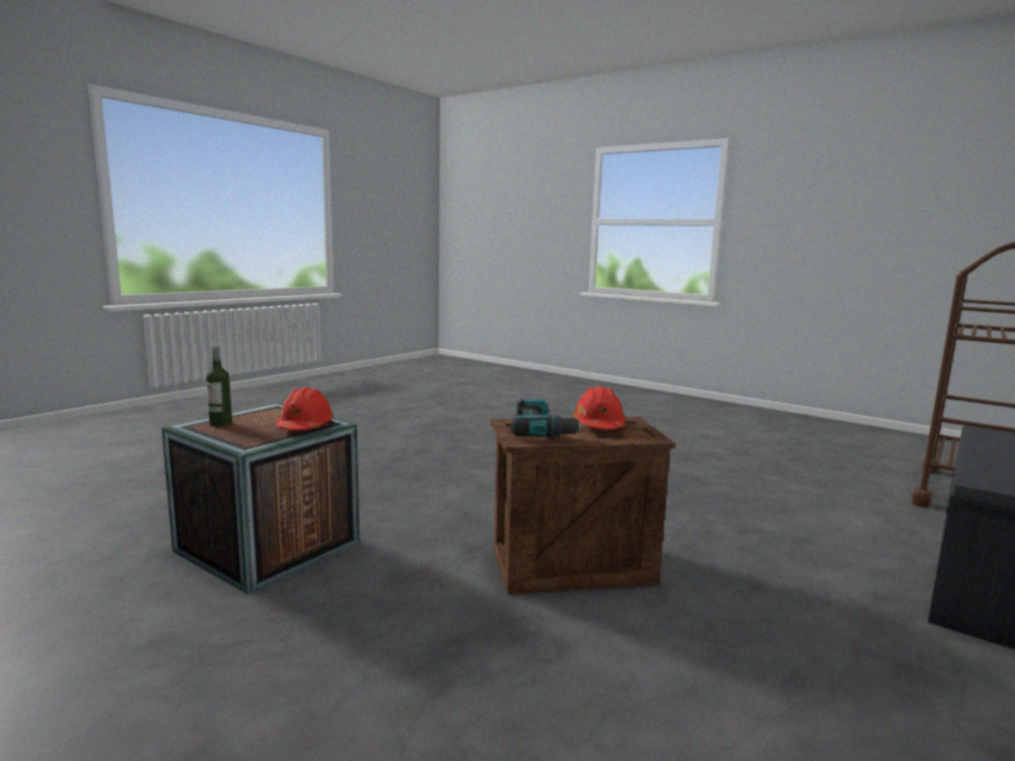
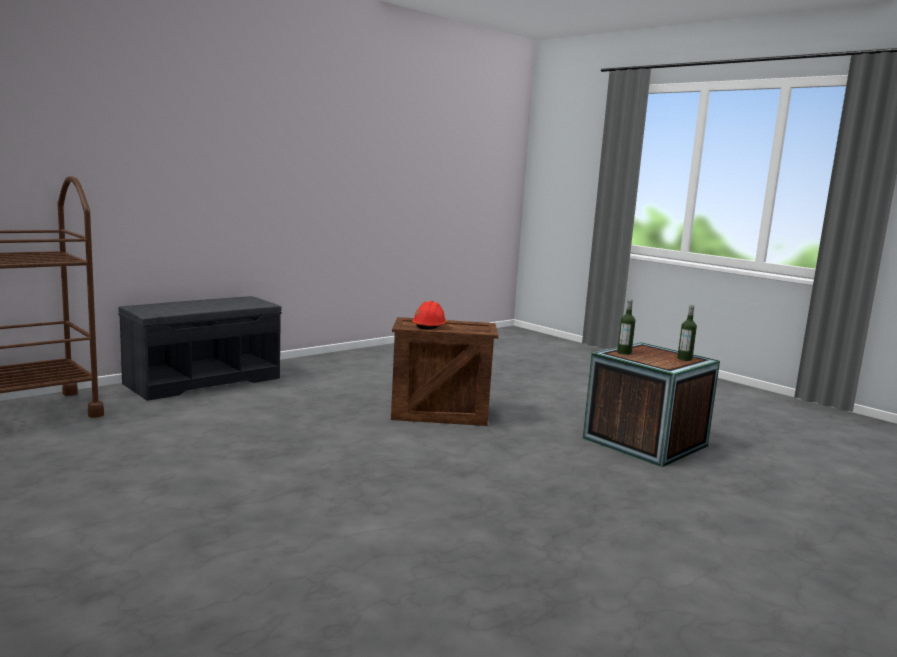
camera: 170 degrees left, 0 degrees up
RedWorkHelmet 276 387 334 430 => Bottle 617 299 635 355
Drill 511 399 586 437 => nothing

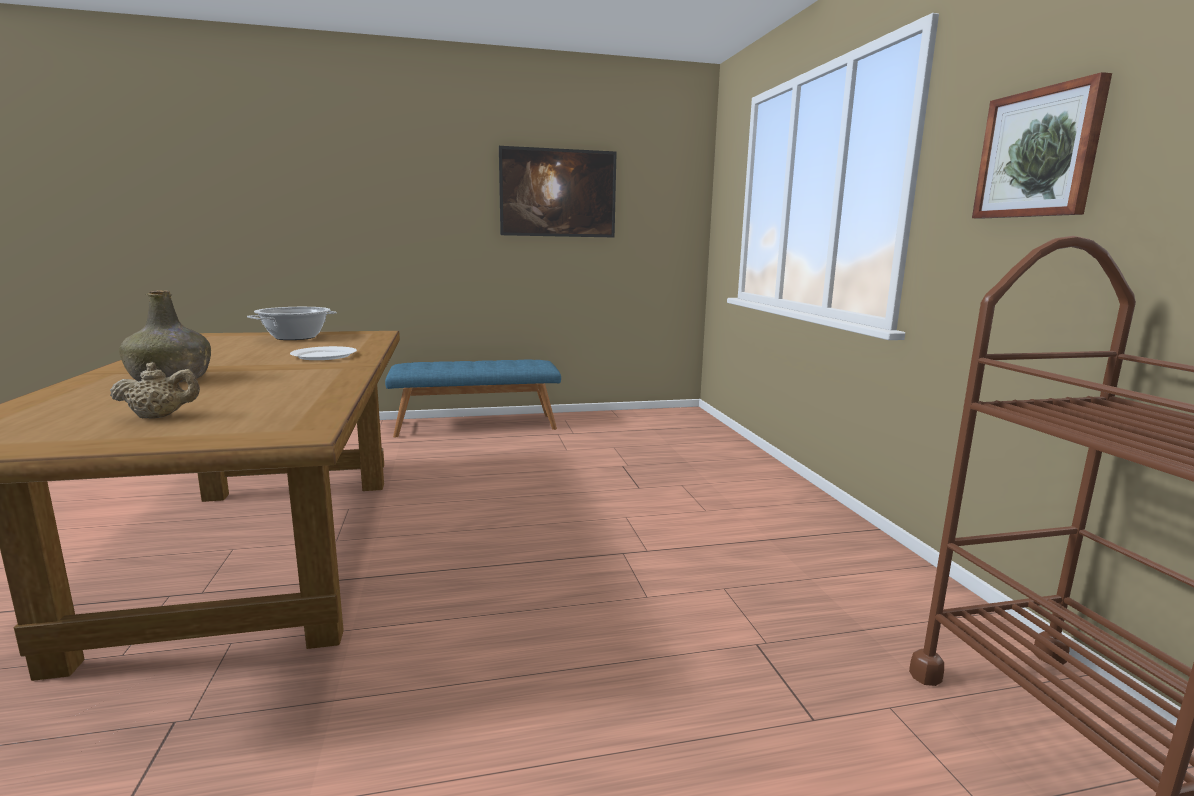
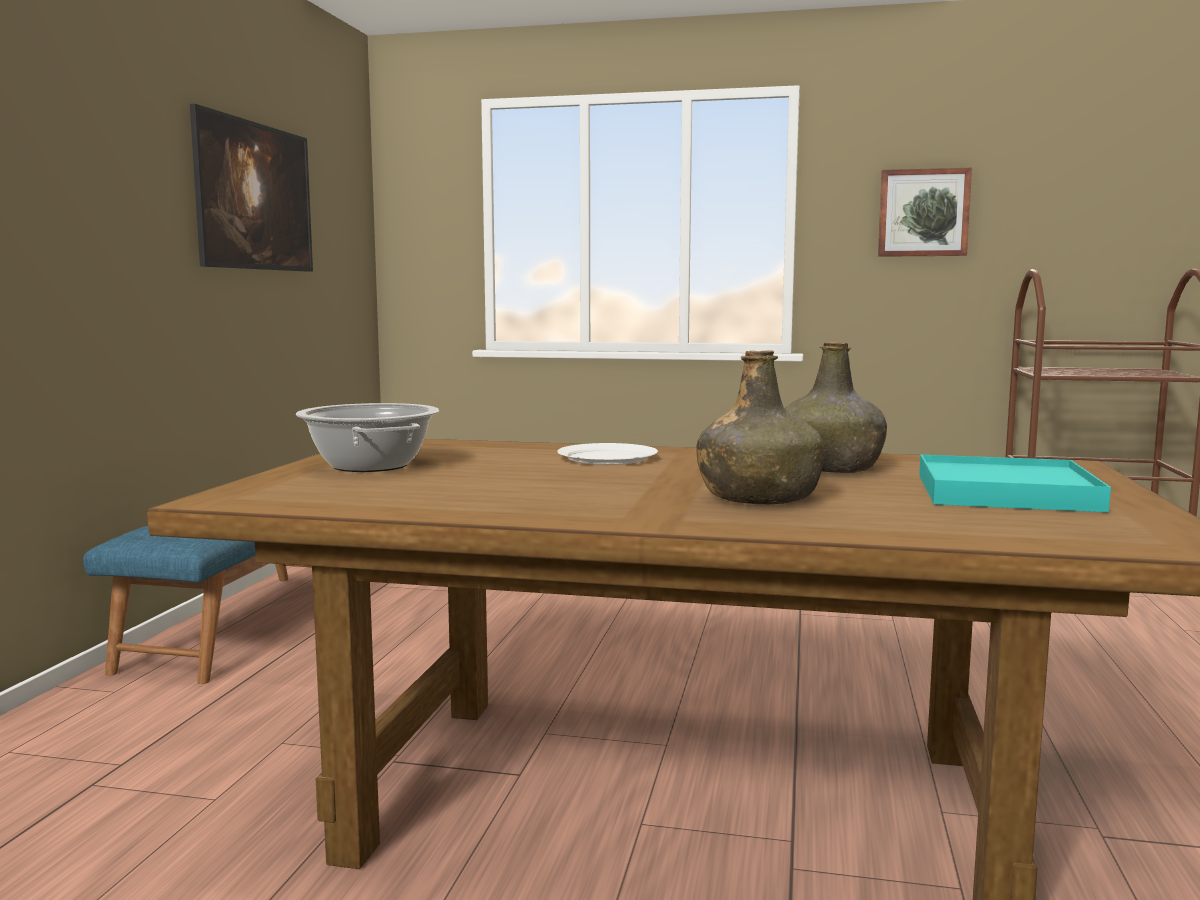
camera: 65 degrees left, 5 degrees down
nothing => GreenishBottle 785 342 887 473
SandColouredTeaPot 110 362 200 419 => TurquoiseCarryingTray 919 455 1111 512

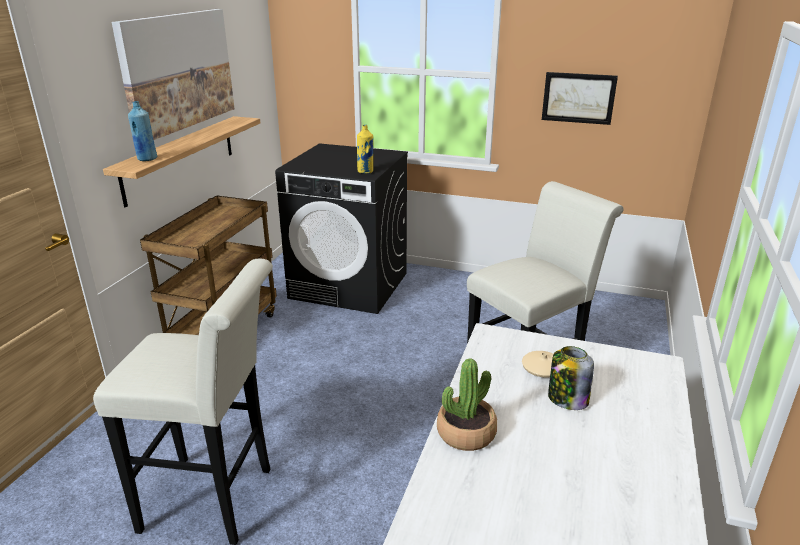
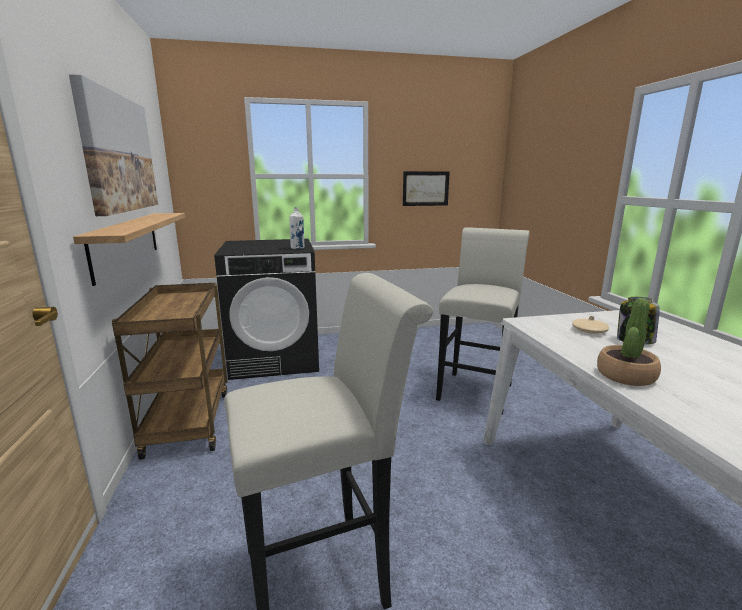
camera: 30 degrees left, 10 degrees down
YellowishBottle 357 125 373 173 => WhitishBottle 289 207 304 249
BlueColouredBottle 128 101 157 161 => nothing

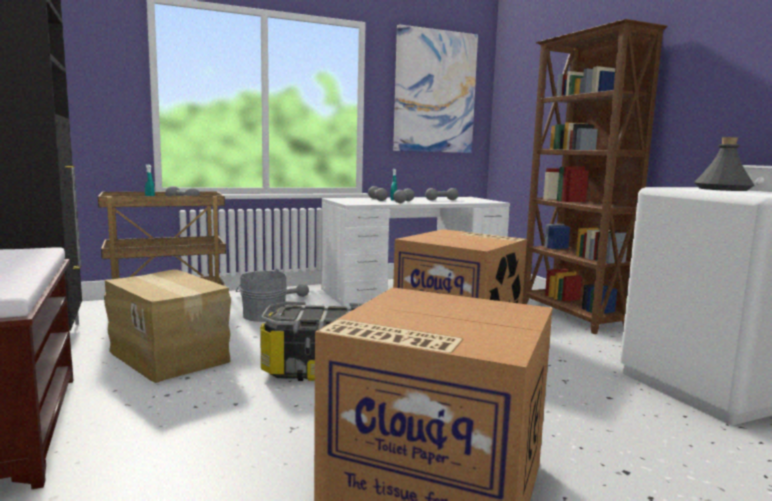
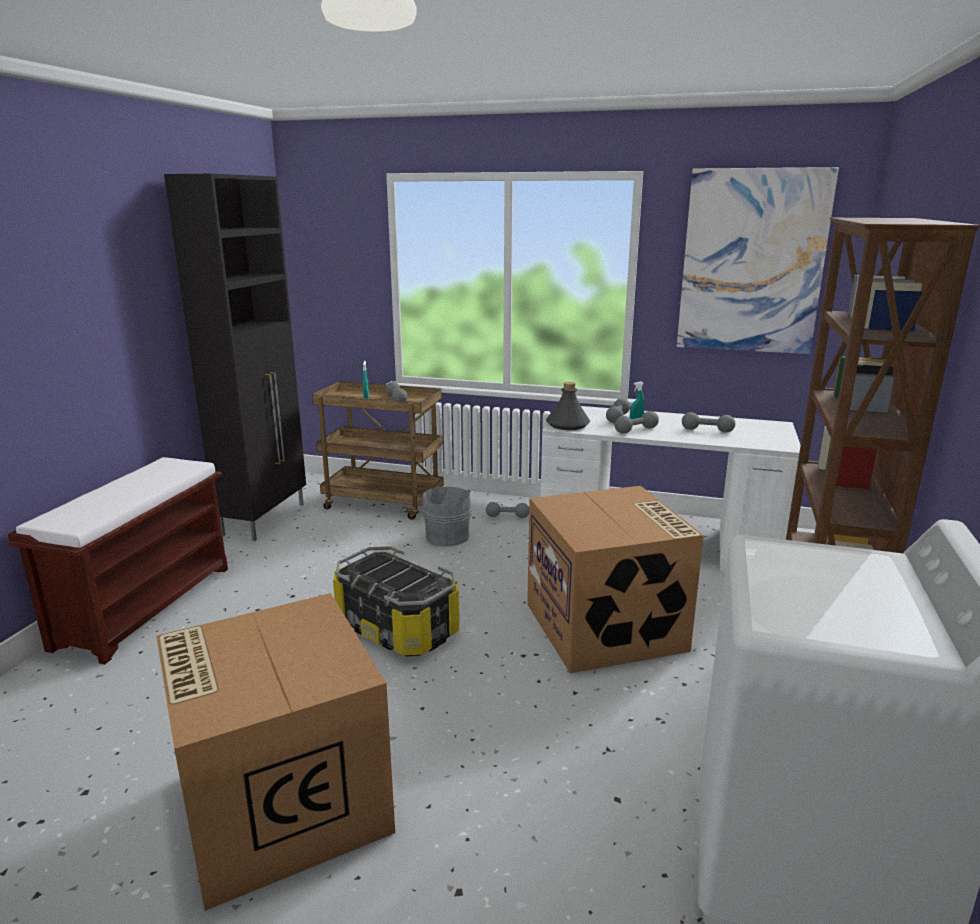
camera: 40 degrees right, 10 degrees up
GreyishBottle 694 137 754 191 => GreyishBottle 546 382 590 430, move
PackingBox 105 270 231 383 => nothing

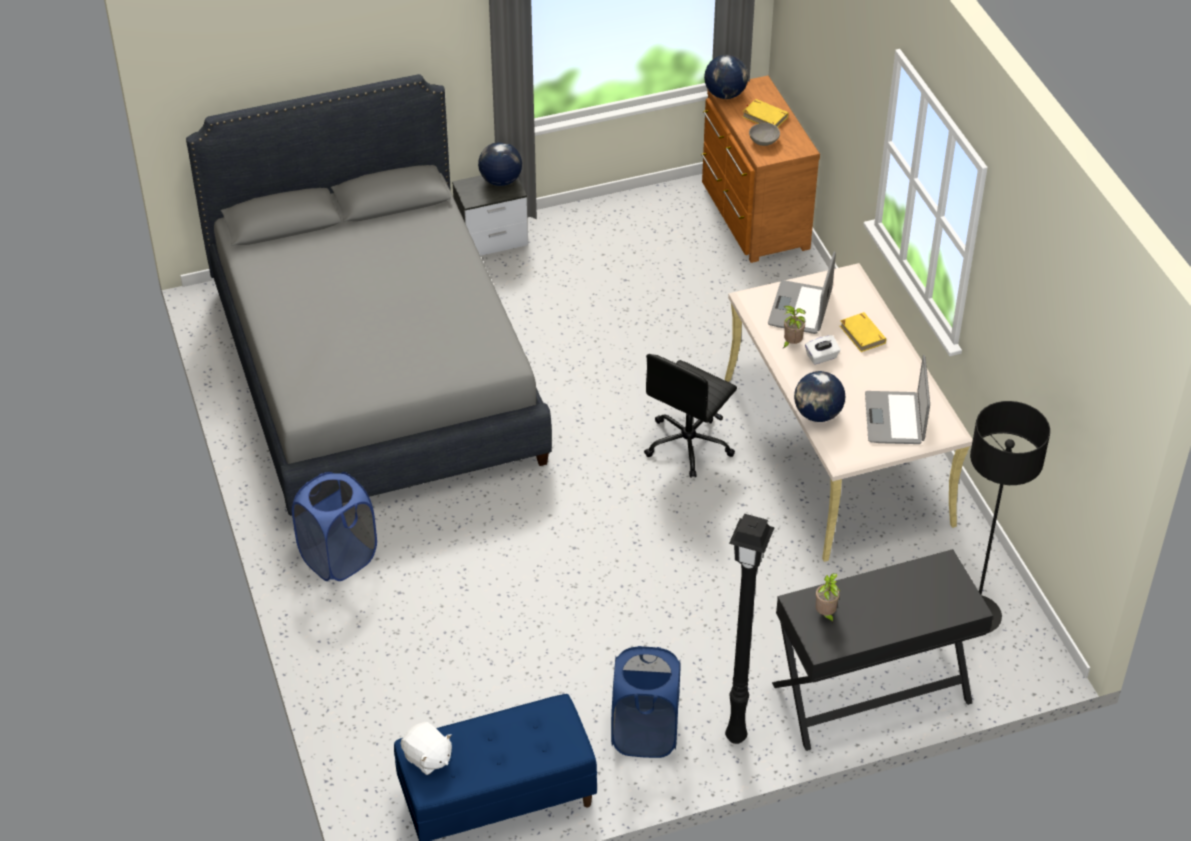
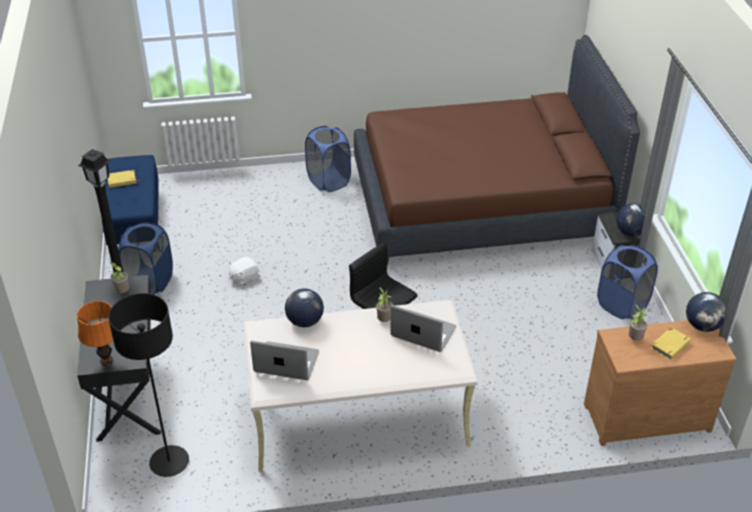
camera: 100 degrees right, 5 degrees down
nothing => OrangeLampForATable 77 301 113 366
YellowishVolume 840 312 886 352 => YellowishVolume 108 170 141 188, move
WhitishCuddlyToy 401 722 452 775 => WhitishCuddlyToy 229 257 258 286, move
GreyishBed 186 74 552 516 => BrownishBed 354 35 640 265
nothing => BlueColouredLaundryBasket 597 245 658 320
GreyishBowl 749 123 780 146 => PlantInAPot 629 305 648 341
WhitishTissueBox 805 335 841 365 => nothing

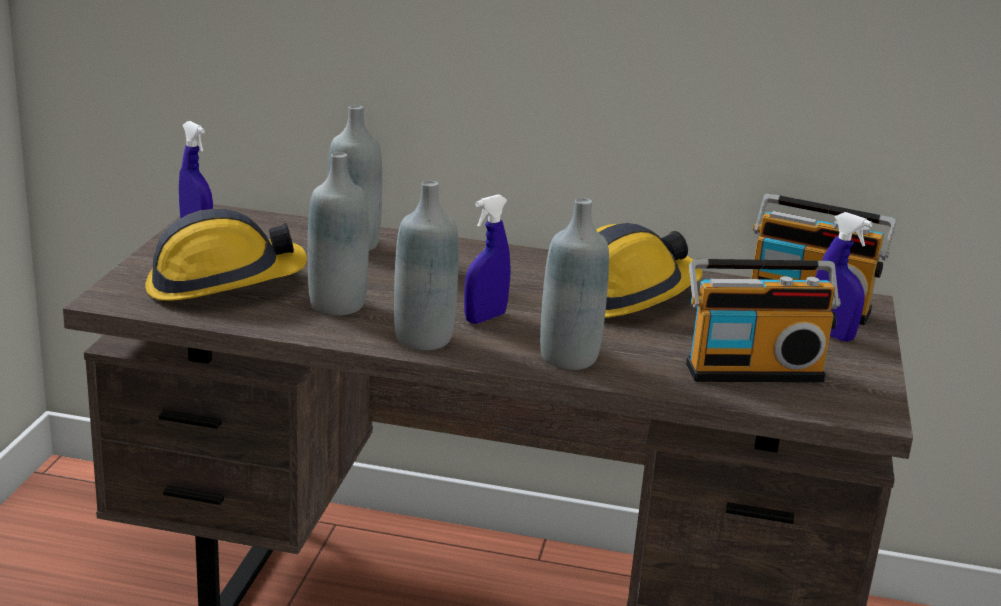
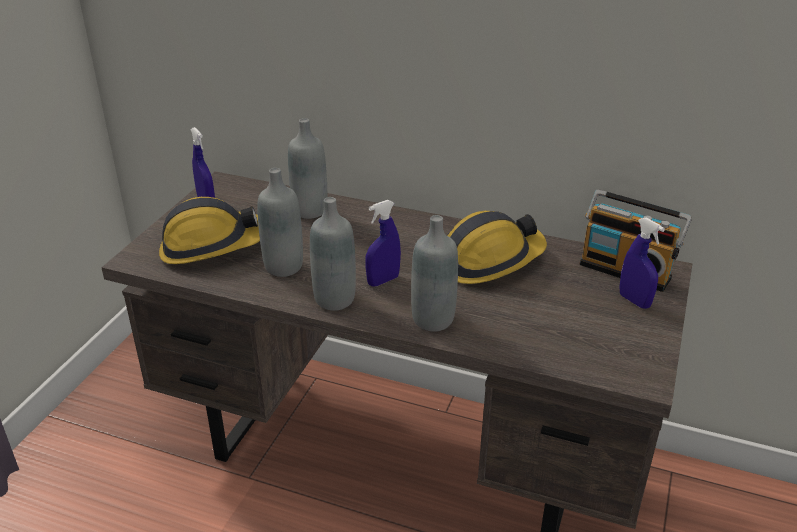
camera: 10 degrees right, 10 degrees up
RadioSet 686 259 841 382 => nothing

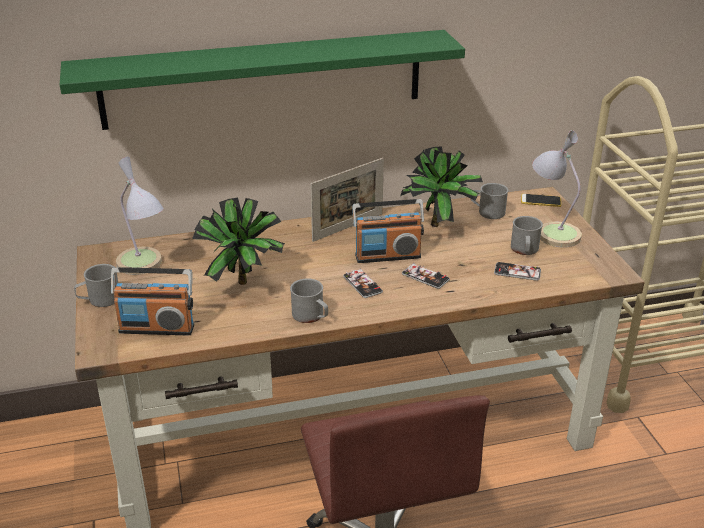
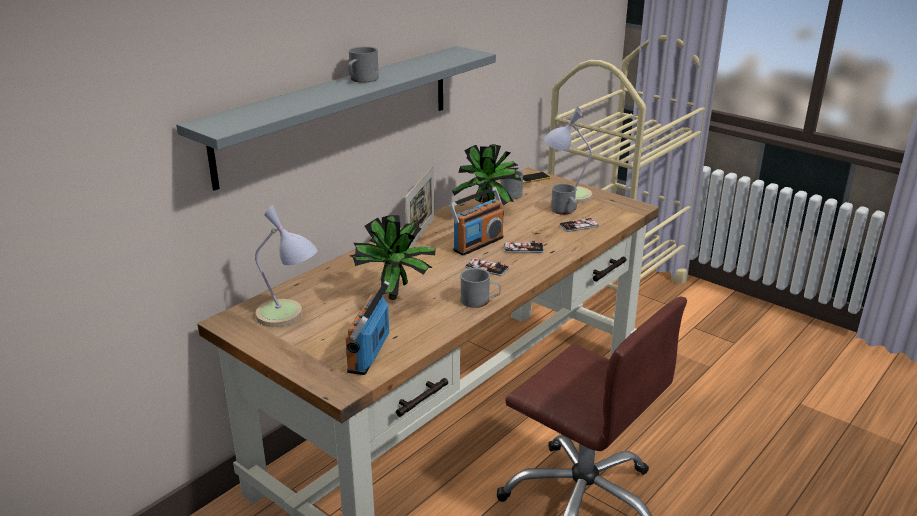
camera: 35 degrees left, 5 degrees down
GreenishBracketShelf 60 30 465 130 => GreyishBracketShelf 176 46 496 191
RadioSet 111 267 194 335 => RadioSet 346 281 390 375, 135 degrees clockwise
GreyishMug 74 264 118 307 => GreyishMug 348 46 379 83, move

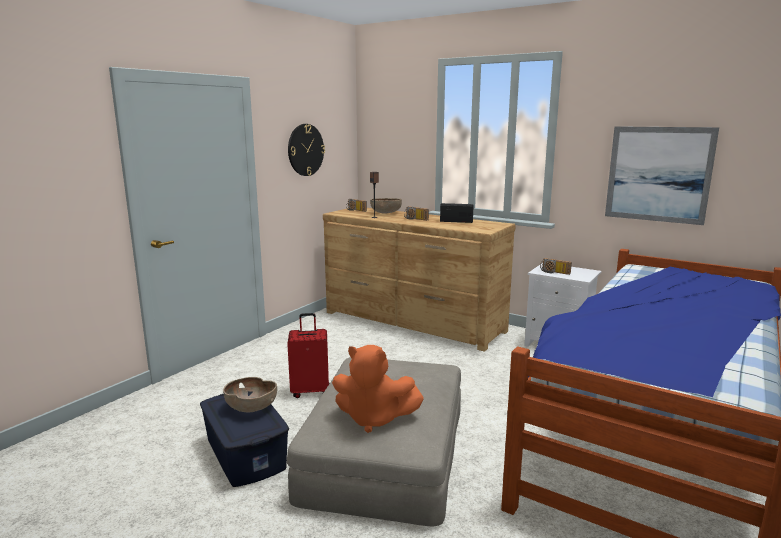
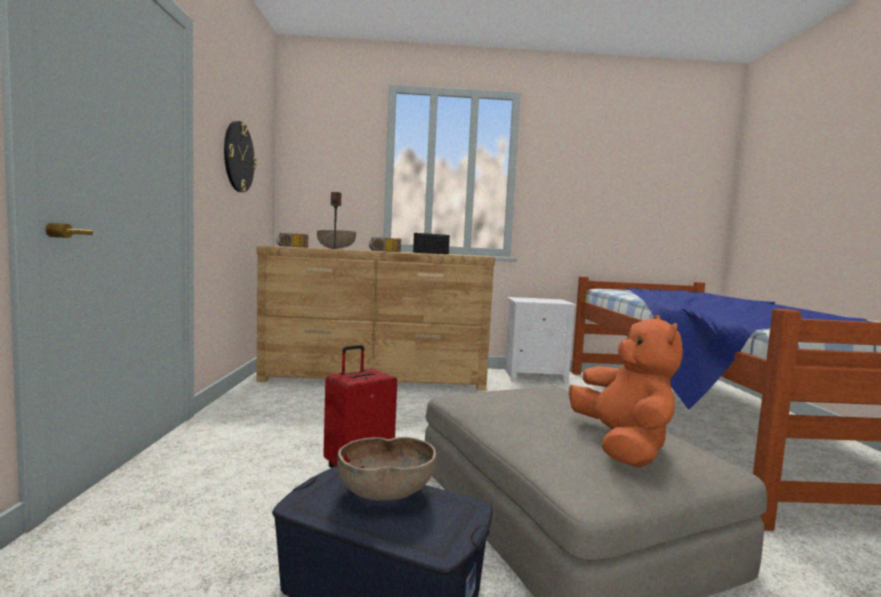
camera: 35 degrees left, 10 degrees down
OrangeCuddlyToy 332 345 424 433 => OrangeCuddlyToy 569 315 683 467, 75 degrees counterclockwise
RadioSet 540 258 572 275 => nothing
Picture 605 126 719 225 => nothing

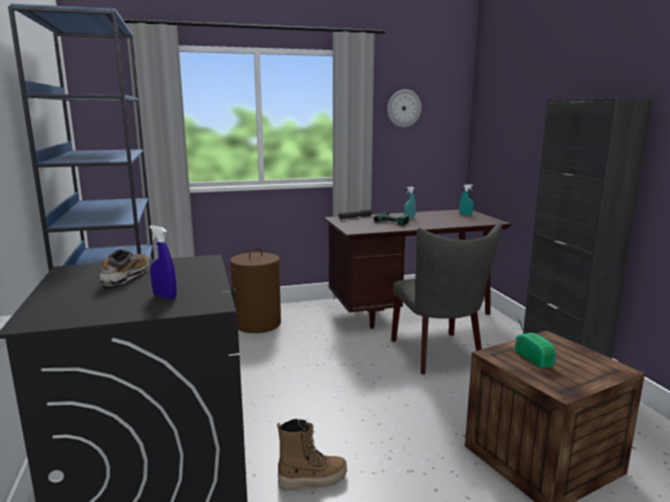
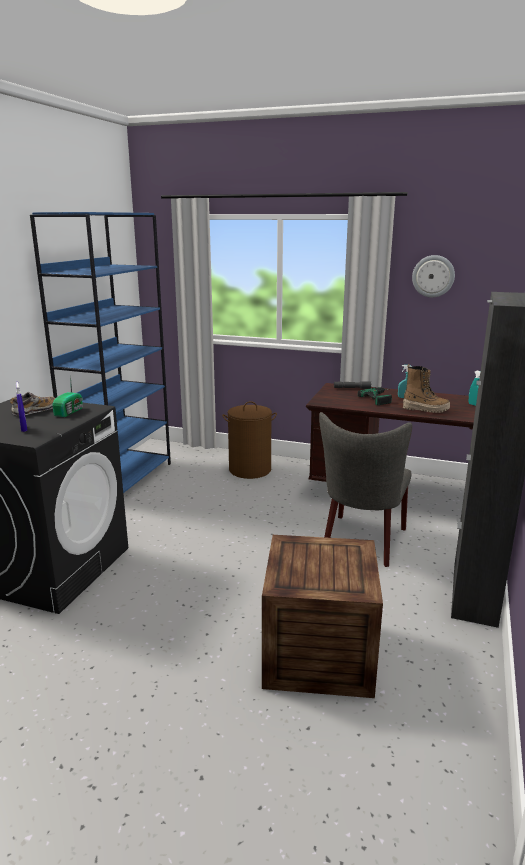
camera: 35 degrees right, 5 degrees up
RadioSet 515 314 556 369 => RadioSet 52 375 83 417, move
TallBoot 277 419 347 491 => TallBoot 403 364 450 413, move

